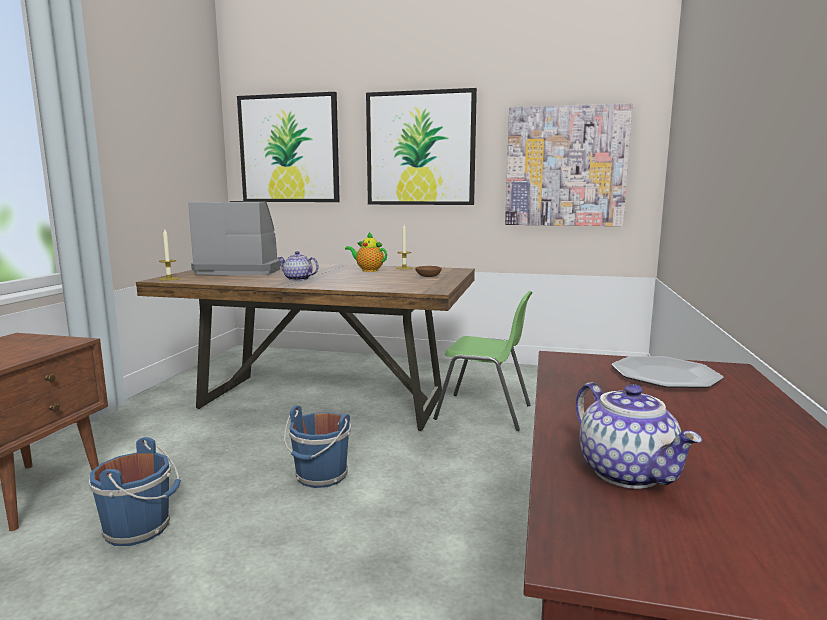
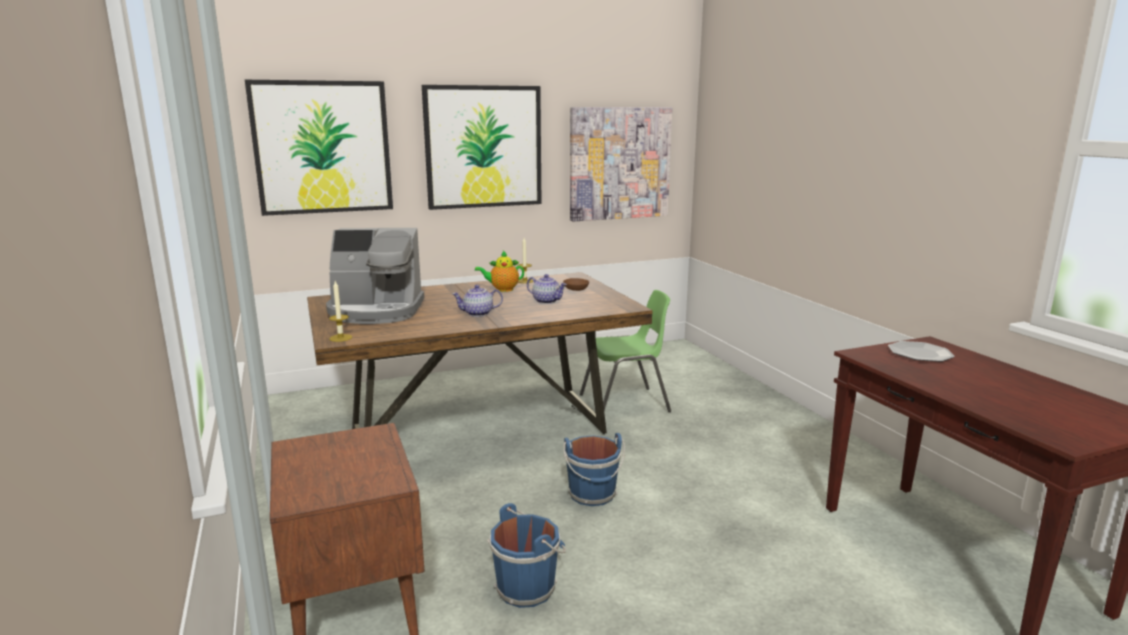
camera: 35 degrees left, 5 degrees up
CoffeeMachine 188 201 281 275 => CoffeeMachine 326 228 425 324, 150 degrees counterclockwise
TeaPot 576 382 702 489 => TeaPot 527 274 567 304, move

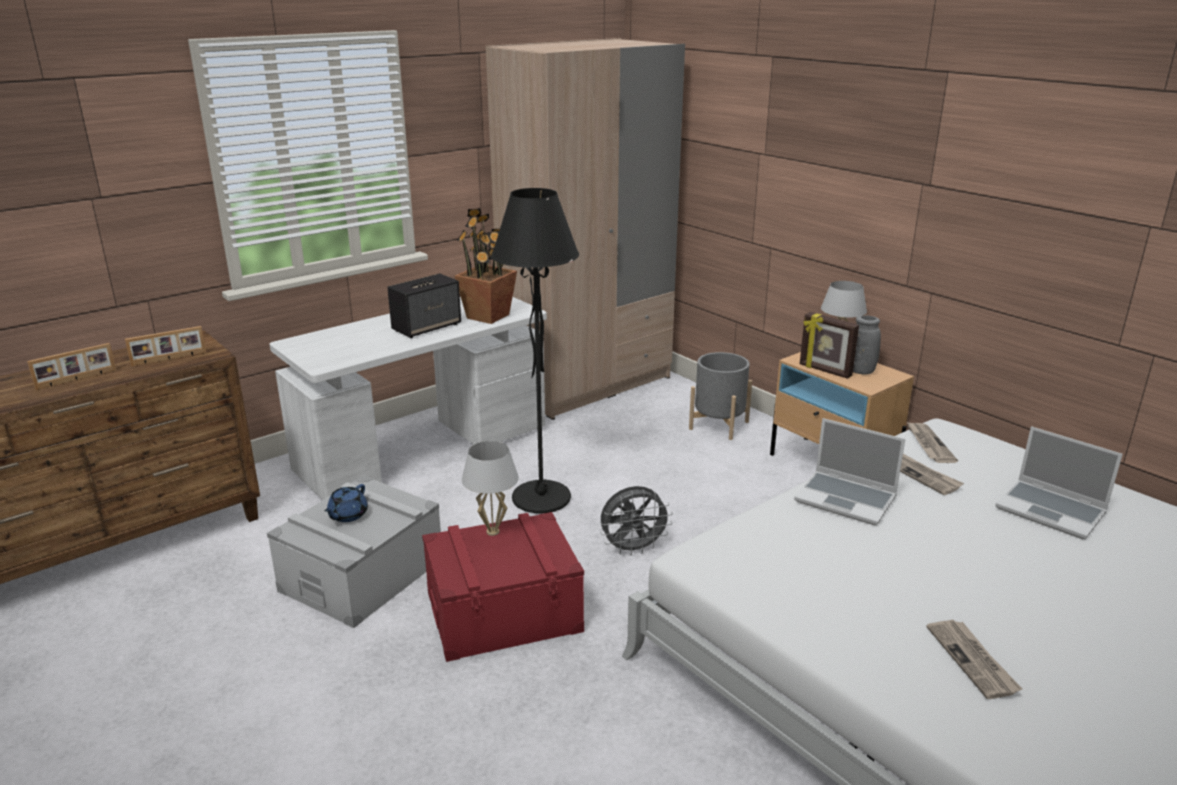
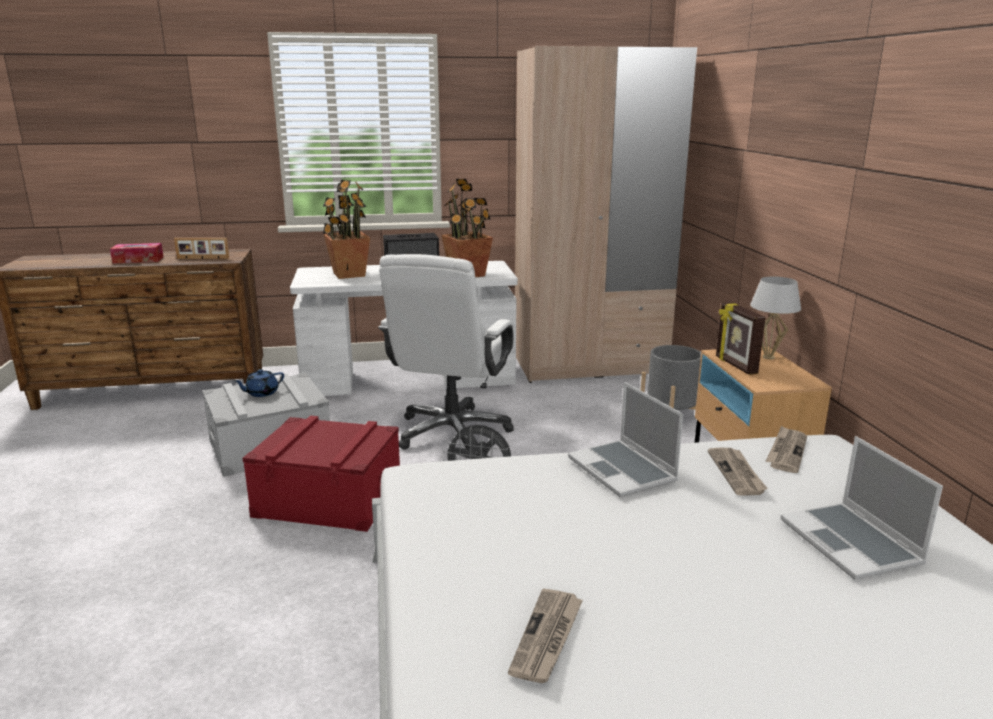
camera: 30 degrees right, 5 degrees down
StandingFrame 27 343 116 390 => TissueBox 110 243 163 264
nothing => PlantInAPot 323 180 370 279
BlackStandardLamp 491 188 579 513 => WhitishOfficeChair 378 254 514 450
WhitishLampForATable 462 441 519 536 => nothing
GreyishFlowerVase 853 316 881 375 => nothing

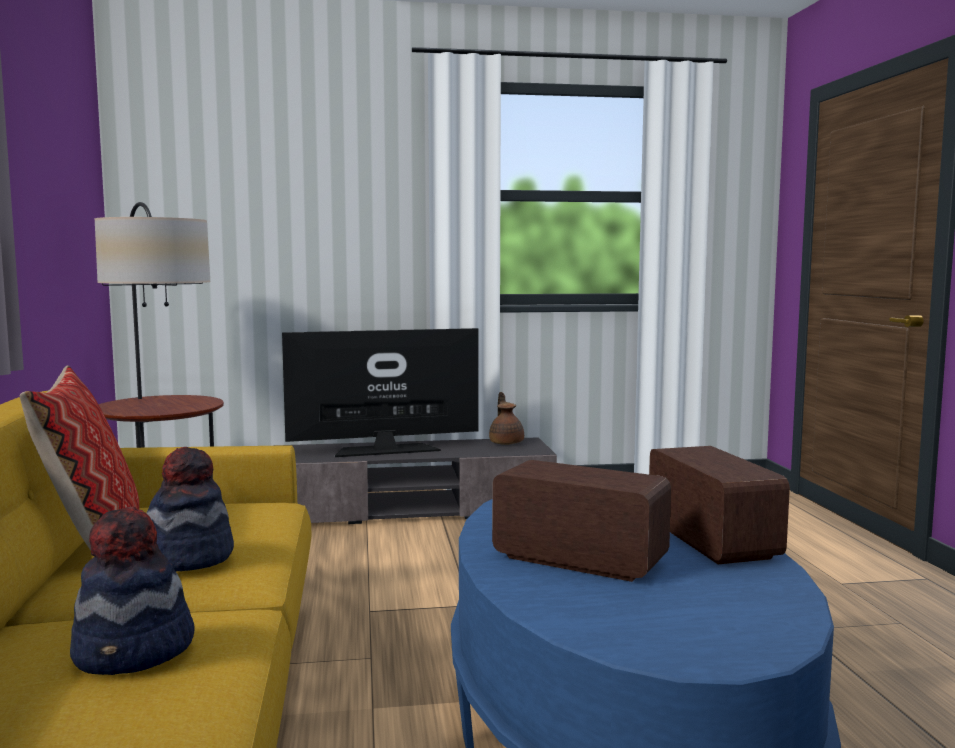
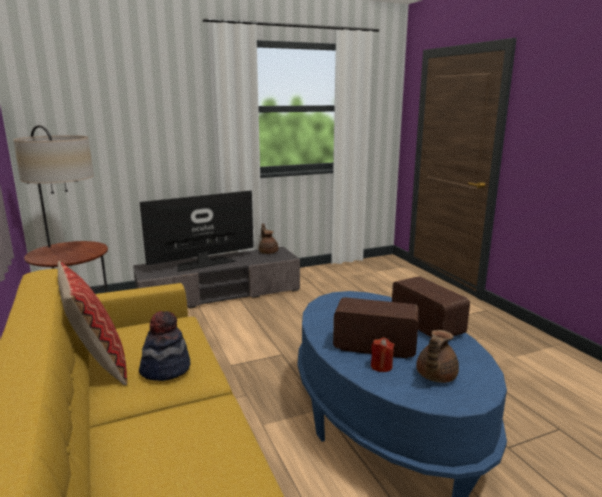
camera: 15 degrees left, 10 degrees up
nothing => RedWaxLight 371 338 395 372
nothing => BrownishTeaPot 416 330 459 383
Hat 70 506 195 675 => nothing

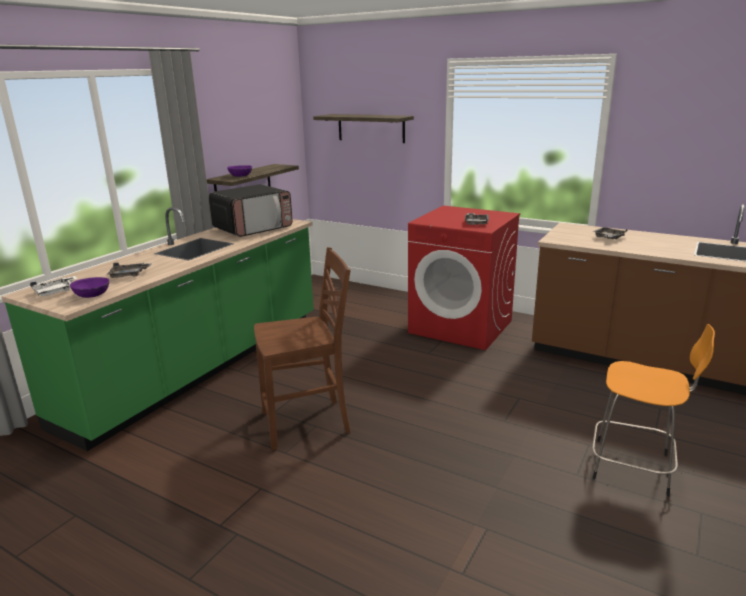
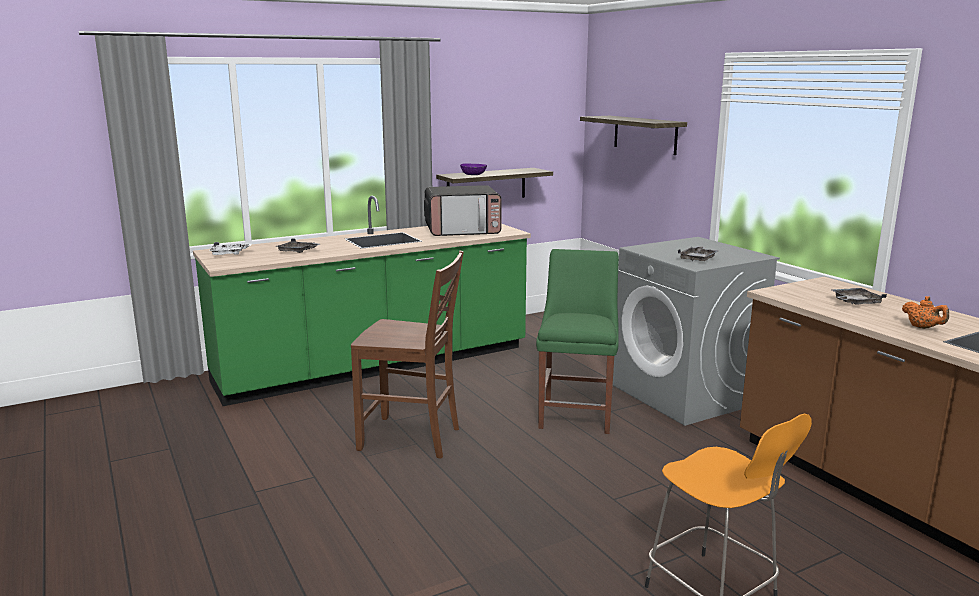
camera: 30 degrees right, 5 degrees down
nothing => GreenishUprightChair 536 249 619 434
RedLaundryAppliance 408 206 520 350 => GreyishLaundryAppliance 613 237 780 426
nothing => OrangeTeaPot 902 296 949 329
PurplishBowl 70 277 109 298 => nothing

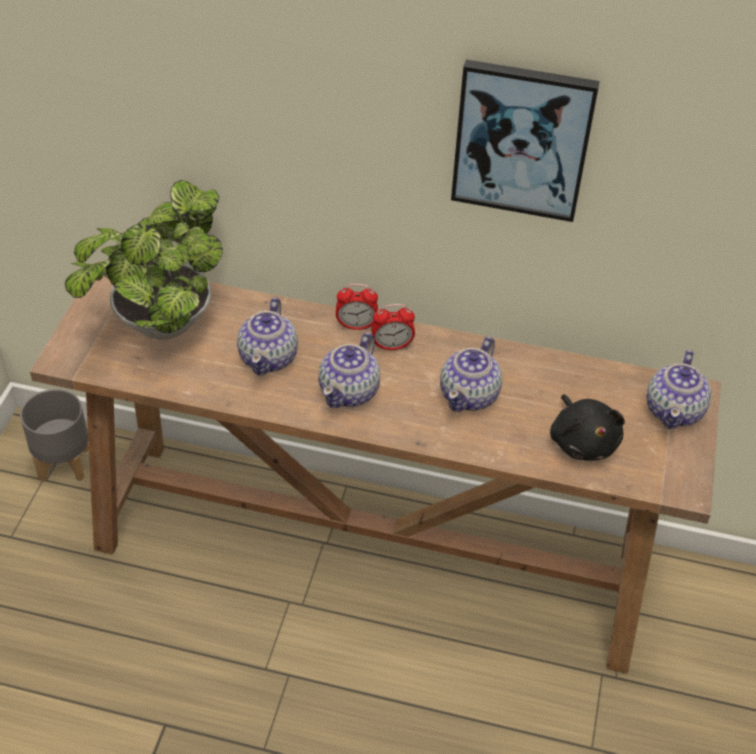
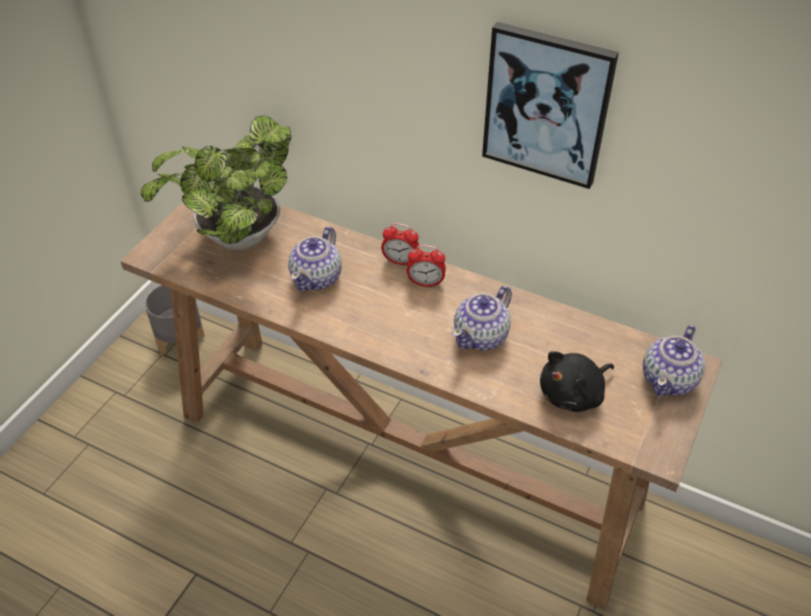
camera: 15 degrees right, 0 degrees up
BlackCuddlyToy 550 394 625 461 => BlackCuddlyToy 540 351 614 412, 60 degrees clockwise
TeaPot 318 332 380 408 => nothing

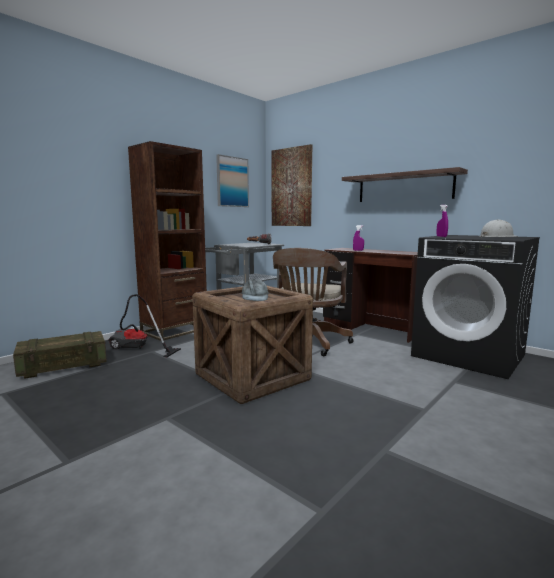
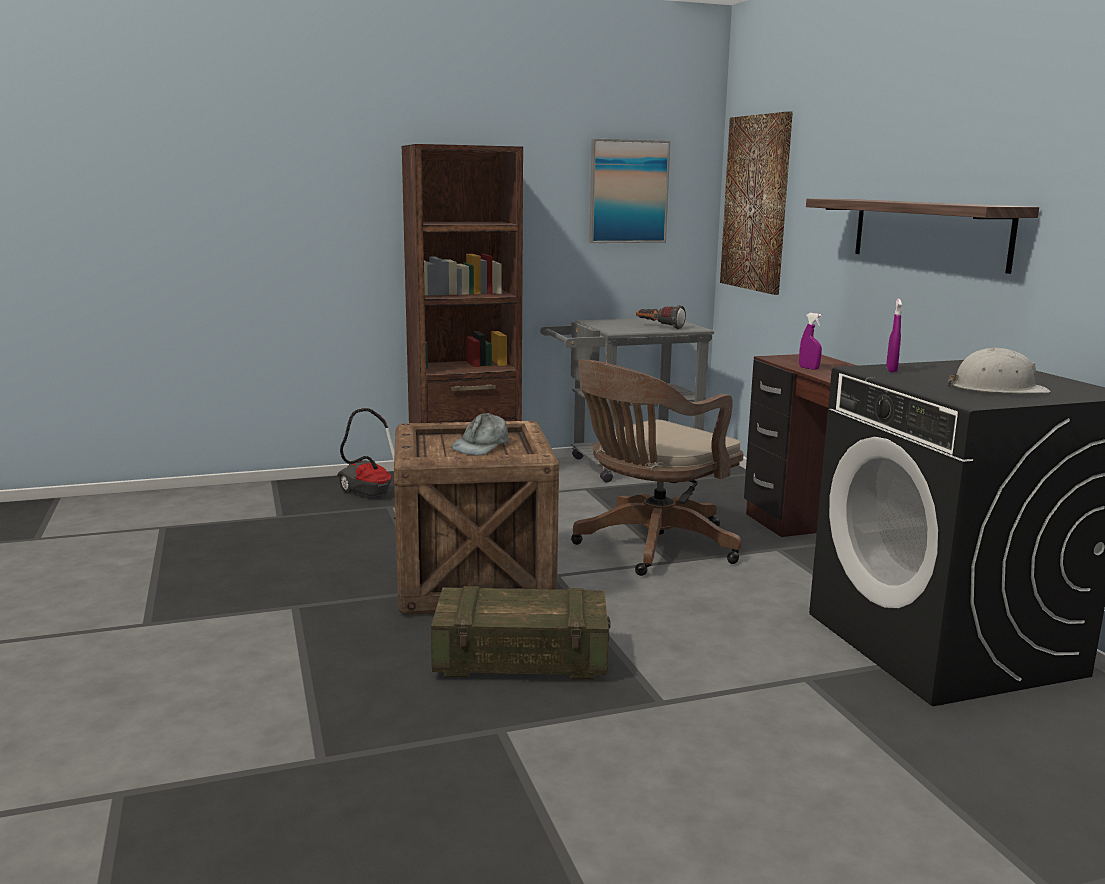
camera: 30 degrees right, 5 degrees up
Crate 13 331 107 379 => Crate 431 586 611 680, move

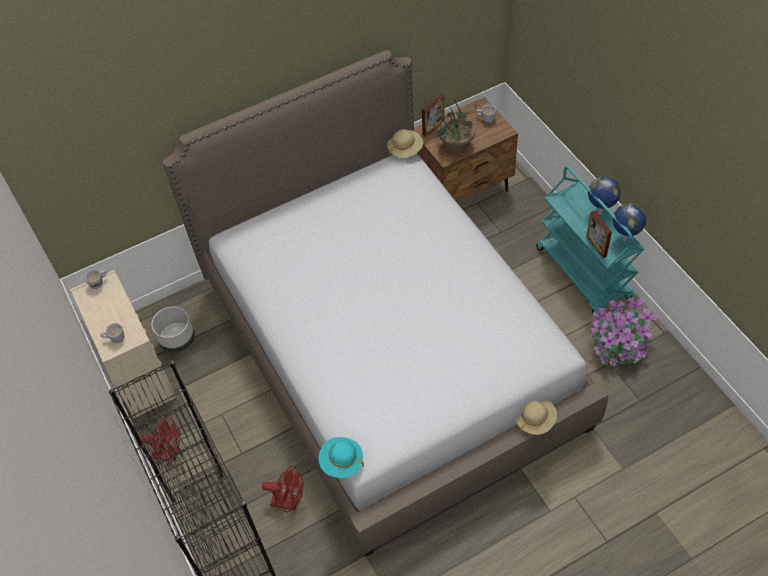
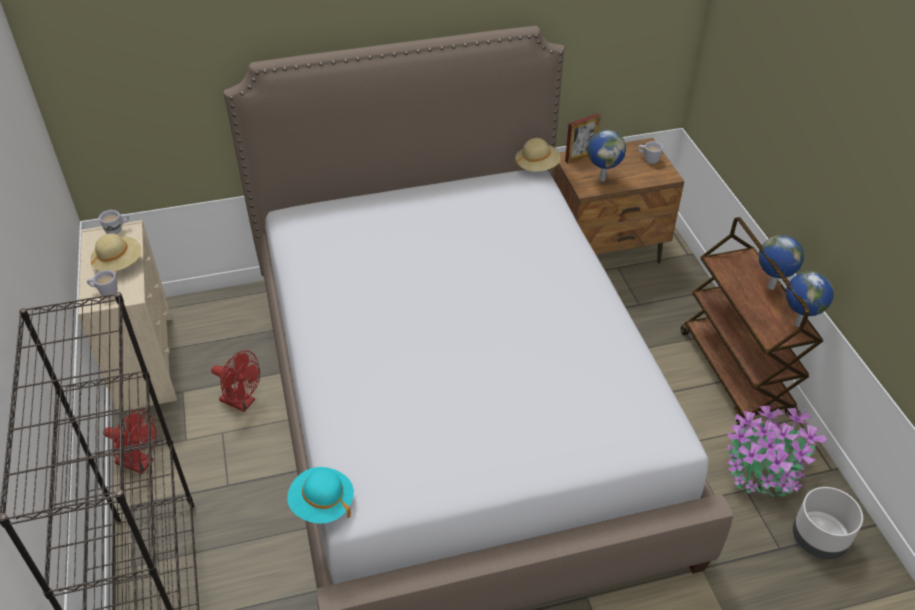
camera: 10 degrees right, 10 degrees down
SandColouredHat 515 400 557 435 => SandColouredHat 90 233 142 272, move
RedCoolingFan 262 466 303 513 => RedCoolingFan 211 350 260 412, move
PlantInAPot 435 93 478 153 => DeskGlobe 587 130 626 181
TurquoiseWheeledCart 536 166 644 317 => BrownishWheeledCart 681 217 823 426
GreyishFlowerPot 151 307 195 353 => GreyishFlowerPot 793 487 863 559, move
StandingFrame 586 210 612 258 => nothing

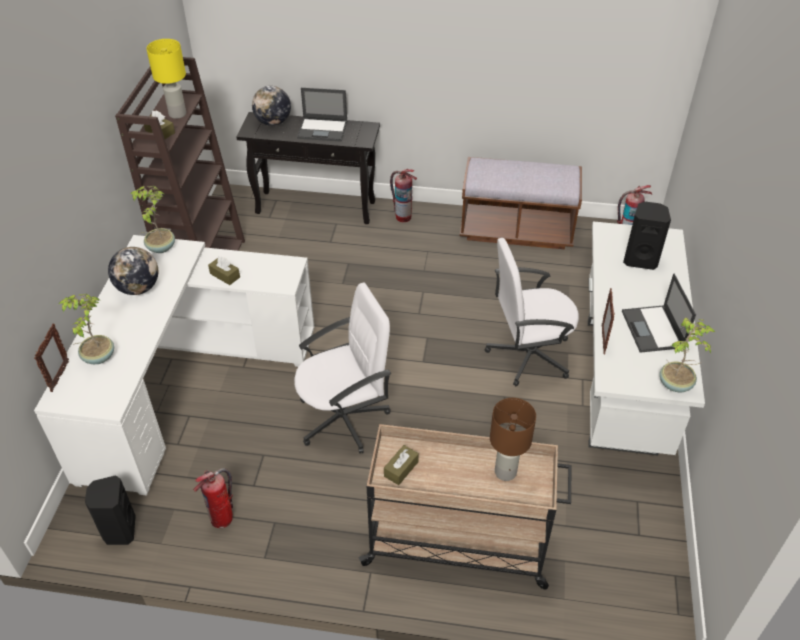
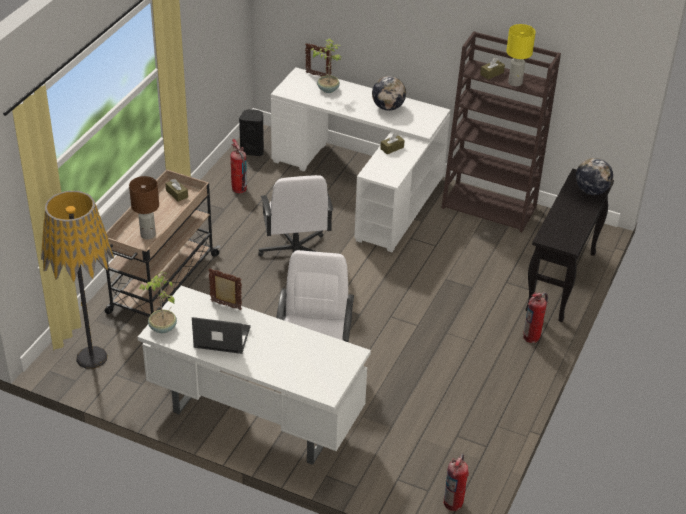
camera: 105 degrees right, 5 degrees down
nothing => StandardLamp 41 191 114 369
PlantInAPot 129 186 175 253 => nothing
PortableComputer 297 88 347 142 => nothing
BrownishLongSeat 460 157 582 250 => nothing
BlackAudioSpeaker 623 202 671 270 => nothing

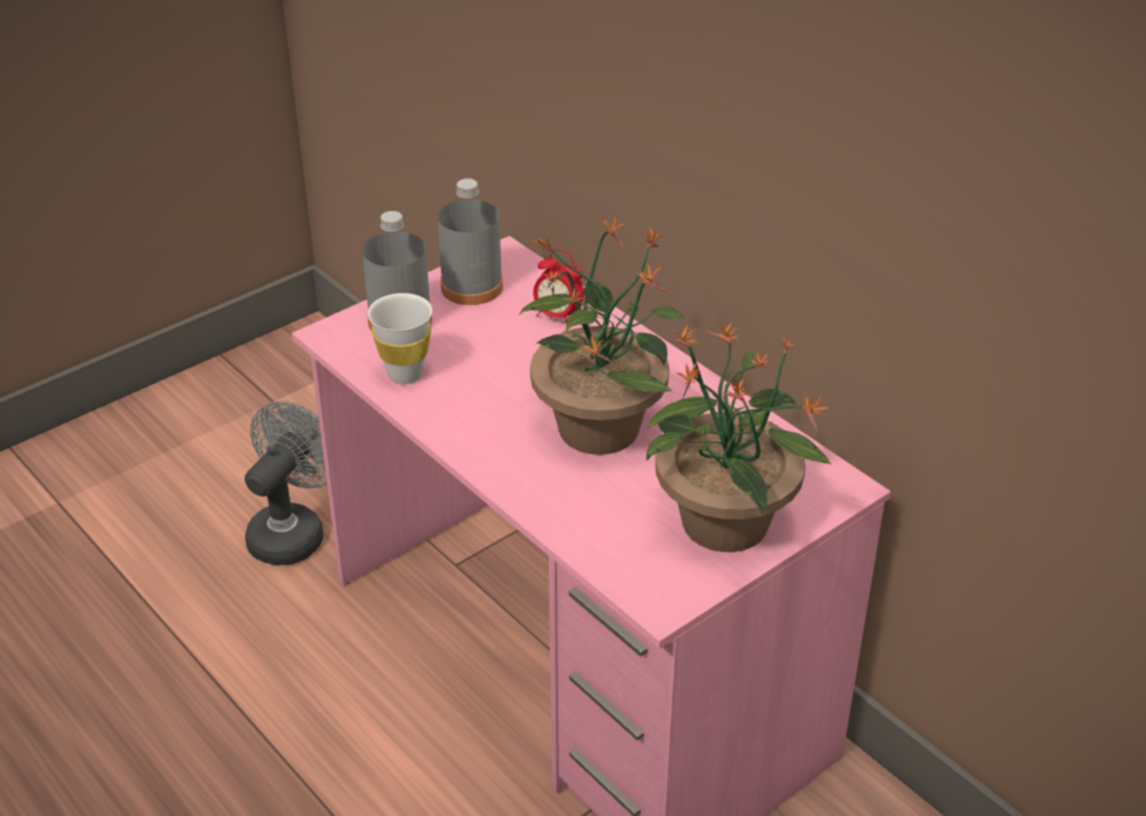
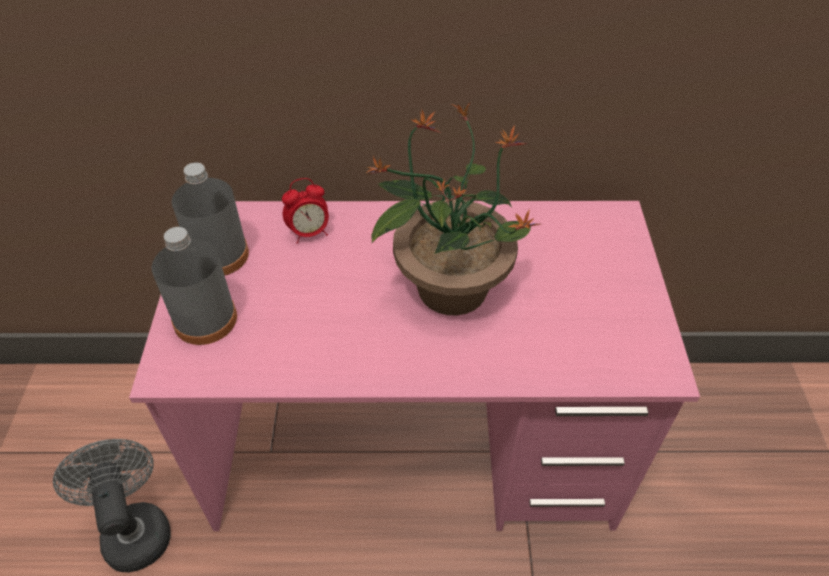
camera: 50 degrees left, 10 degrees up
WhitishDrinkingCup 368 293 432 384 => nothing
PlantInAPot 646 322 831 552 => nothing

